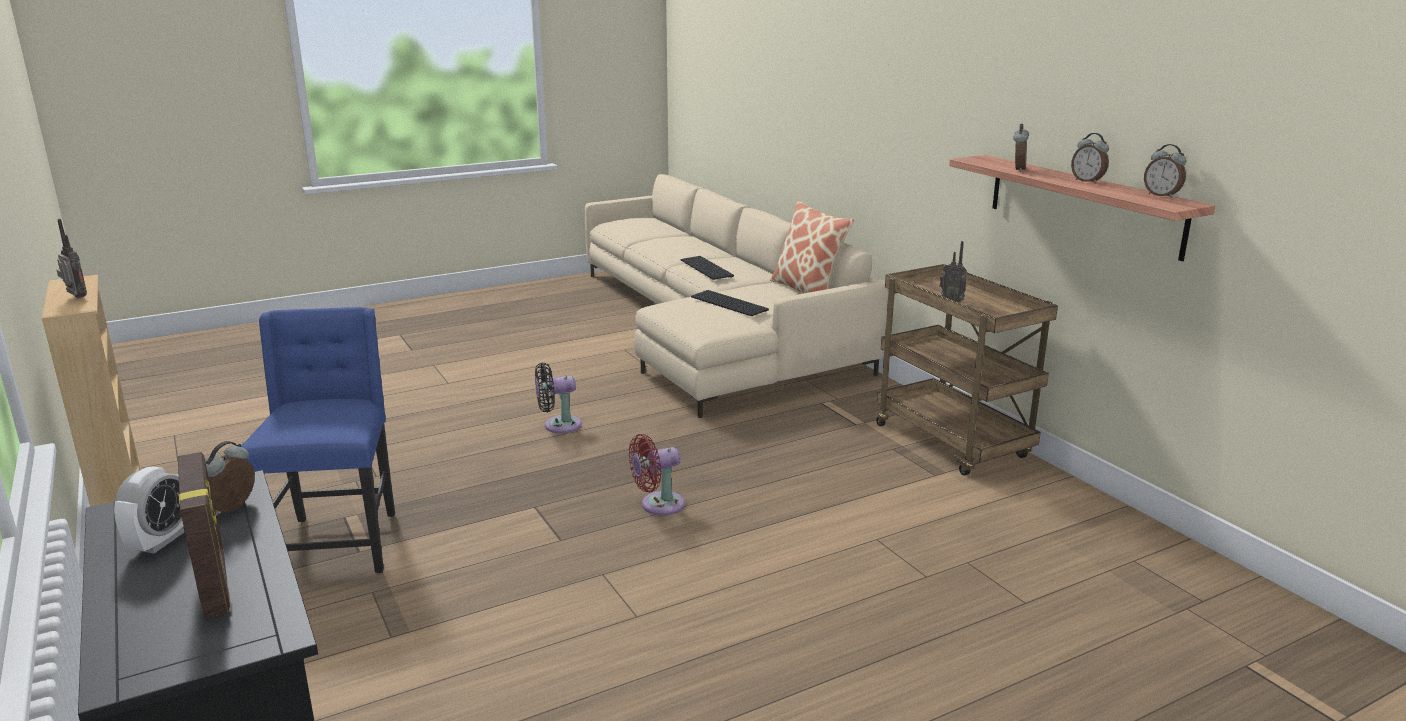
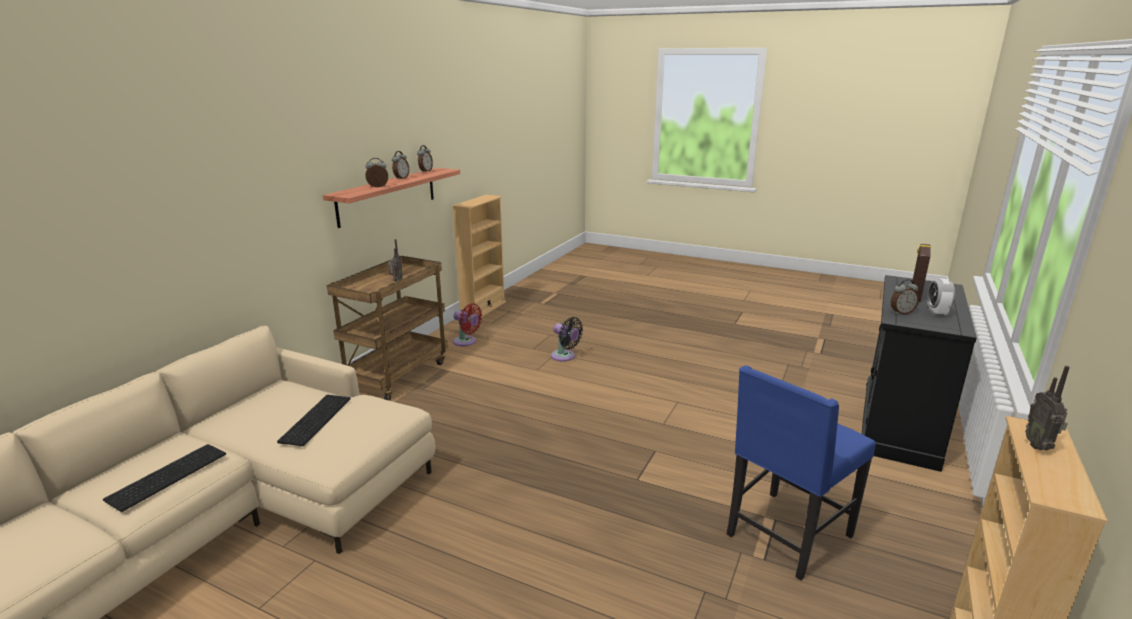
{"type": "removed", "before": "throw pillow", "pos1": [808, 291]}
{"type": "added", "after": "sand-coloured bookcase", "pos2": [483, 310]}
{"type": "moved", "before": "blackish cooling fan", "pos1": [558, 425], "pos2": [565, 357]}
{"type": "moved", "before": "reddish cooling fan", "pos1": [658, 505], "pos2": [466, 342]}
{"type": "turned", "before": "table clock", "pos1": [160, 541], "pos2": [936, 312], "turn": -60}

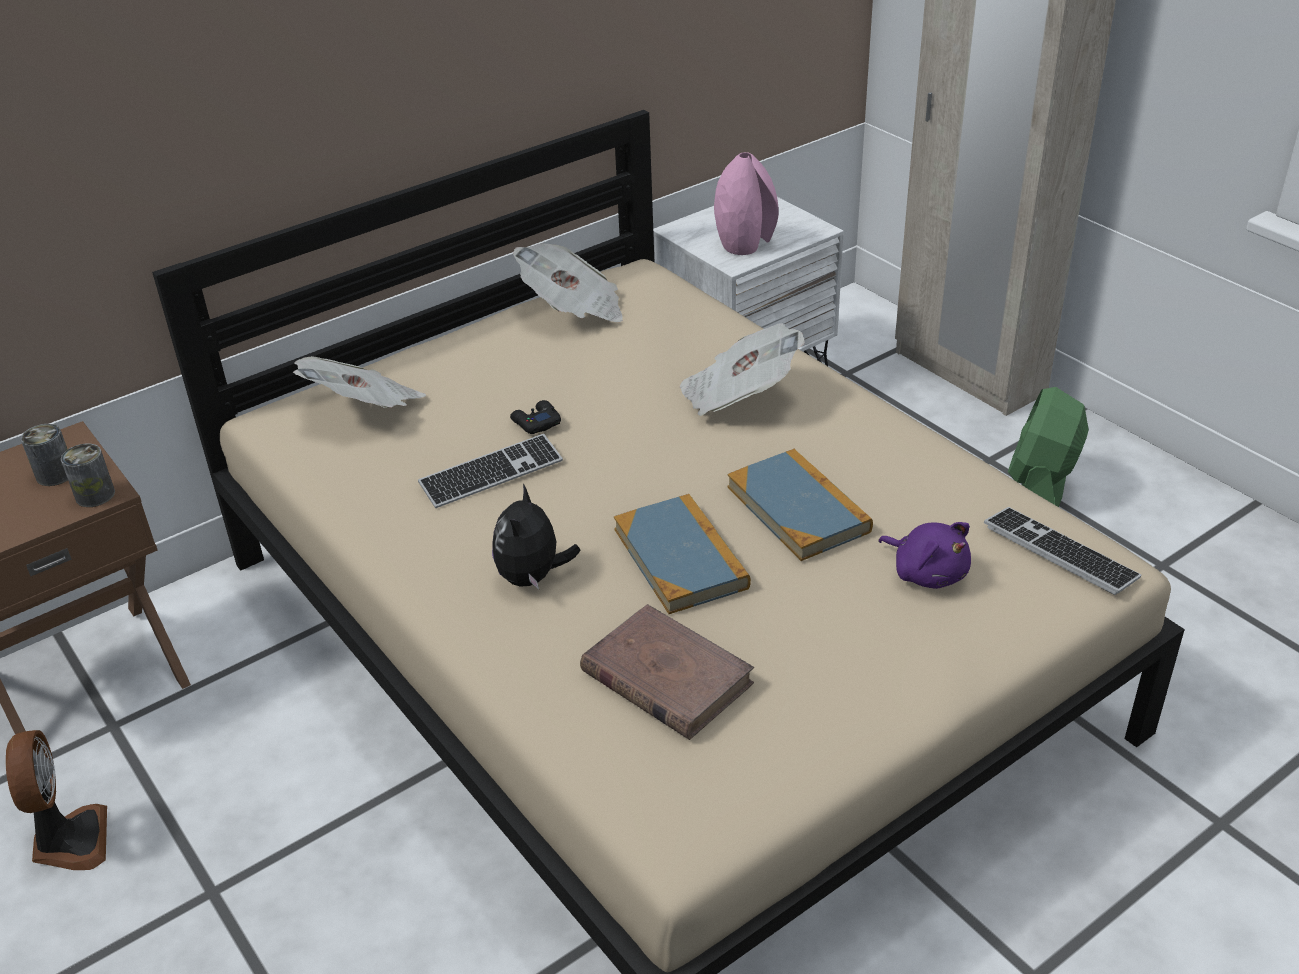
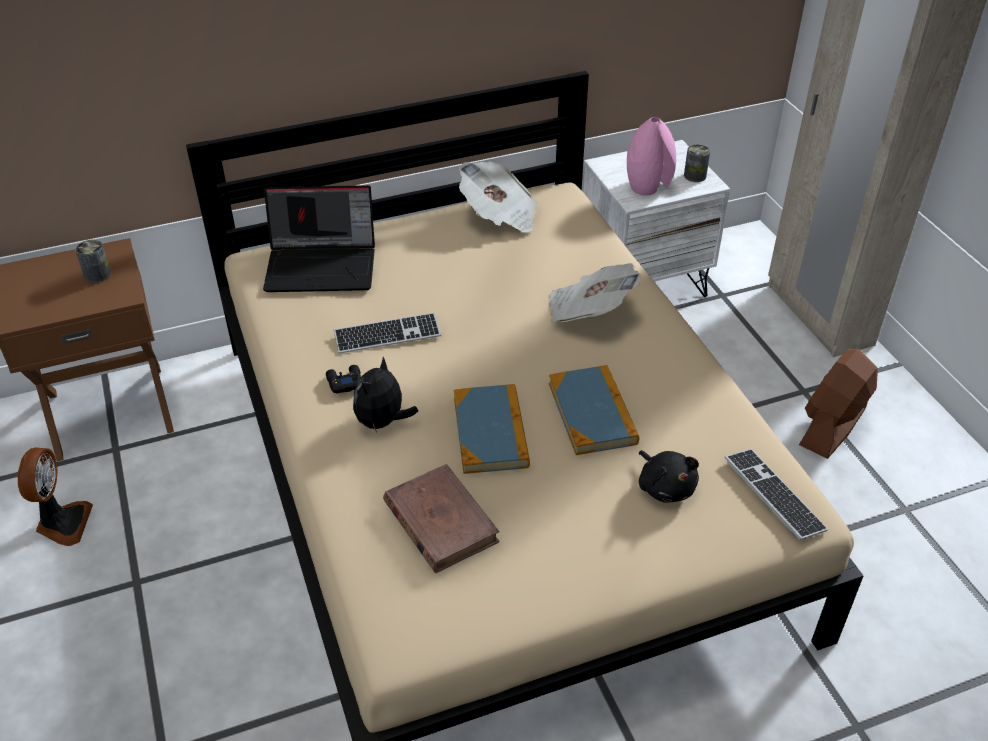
{"type": "moved", "before": "sealed can", "pos1": [95, 495], "pos2": [695, 176]}
{"type": "moved", "before": "blackish joypad", "pos1": [536, 422], "pos2": [344, 382]}
{"type": "replaced", "before": "printed paper", "after": "laptop", "pos1": [365, 409], "pos2": [323, 265]}
{"type": "recoloured", "before": "purple-coloured cuddly toy", "after": "blackish cuddly toy", "pos1": [927, 572], "pos2": [665, 486]}
{"type": "recoloured", "before": "green-coloured cooling fan", "after": "brown-coloured cooling fan", "pos1": [1039, 492], "pos2": [832, 427]}

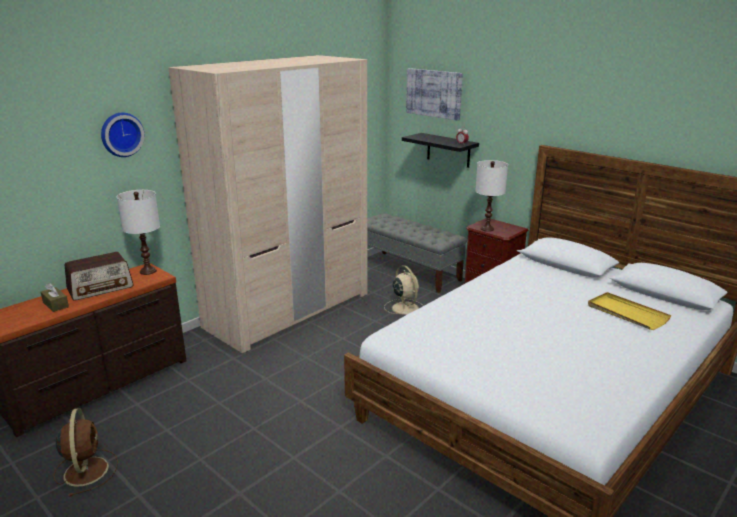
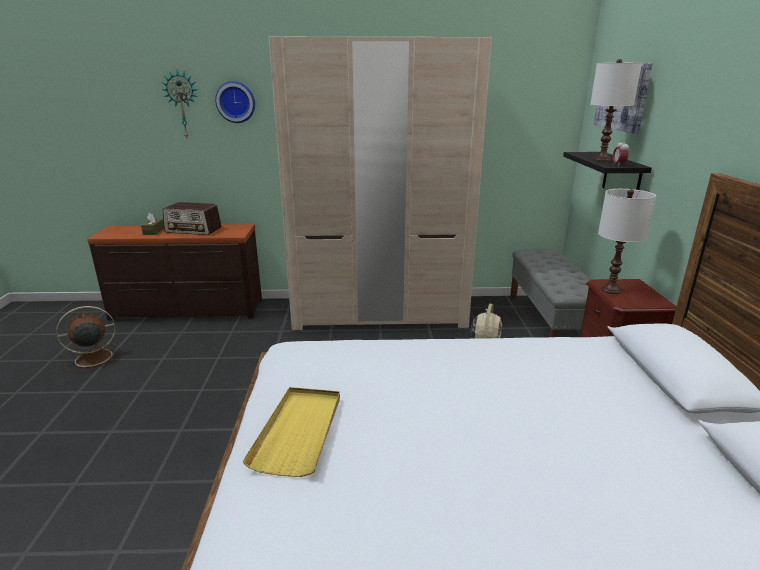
{"type": "added", "after": "clock on the wall", "pos2": [183, 104]}
{"type": "moved", "before": "white-coloured lamp for a table", "pos1": [148, 271], "pos2": [602, 159]}
{"type": "moved", "before": "yellow-coloured carrying tray", "pos1": [626, 313], "pos2": [299, 431]}
{"type": "turned", "before": "brown-coloured cooling fan", "pos1": [86, 470], "pos2": [92, 358], "turn": -150}

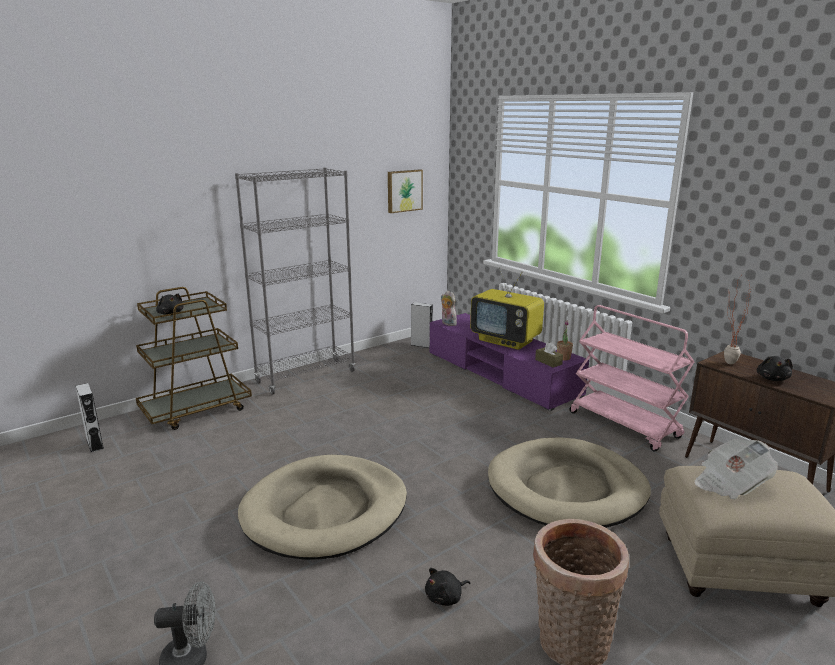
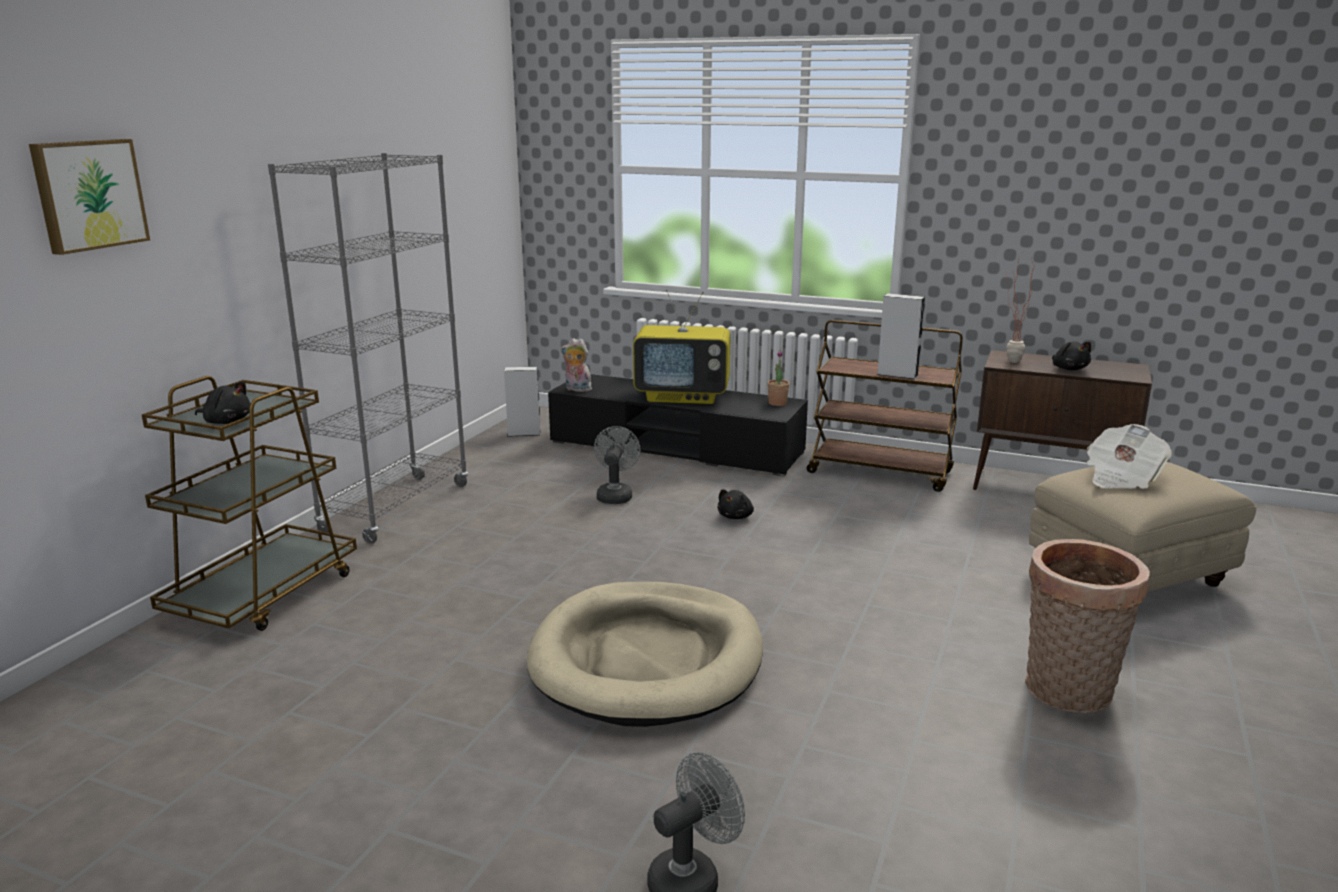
{"type": "removed", "before": "sand-coloured pet bed", "pos1": [566, 489]}
{"type": "removed", "before": "brown-coloured tissue box", "pos1": [548, 362]}
{"type": "added", "after": "grey cooling fan", "pos2": [615, 495]}
{"type": "moved", "before": "grey audio speaker", "pos1": [95, 444], "pos2": [897, 375]}
{"type": "moved", "before": "wall art", "pos1": [404, 190], "pos2": [88, 194]}
{"type": "moved", "before": "blackish cuddly toy", "pos1": [445, 597], "pos2": [736, 516]}
{"type": "recoloured", "before": "purple-coloured tv unit", "after": "blackish tv unit", "pos1": [501, 374], "pos2": [676, 447]}
{"type": "recoloured", "before": "pinkish wheeled cart", "after": "brown-coloured wheeled cart", "pos1": [625, 425], "pos2": [881, 472]}

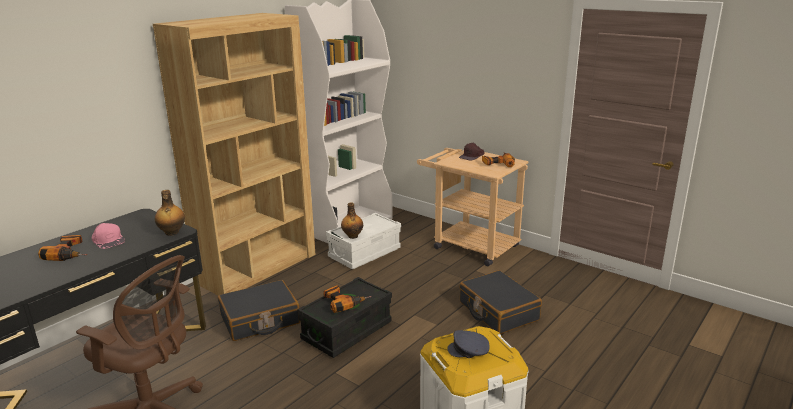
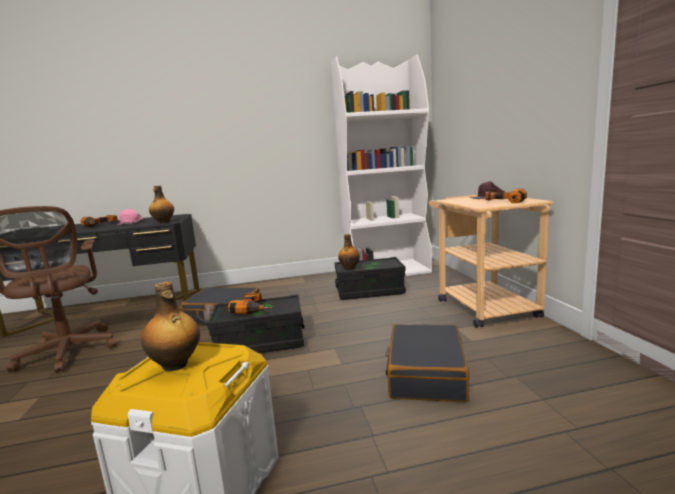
{"type": "removed", "before": "brown-coloured bookcase", "pos1": [258, 268]}
{"type": "replaced", "before": "grey cap", "after": "beverage bottle", "pos1": [469, 350], "pos2": [175, 365]}
{"type": "recoloured", "before": "white-coloured storage container", "after": "blackish storage container", "pos1": [364, 253], "pos2": [370, 291]}

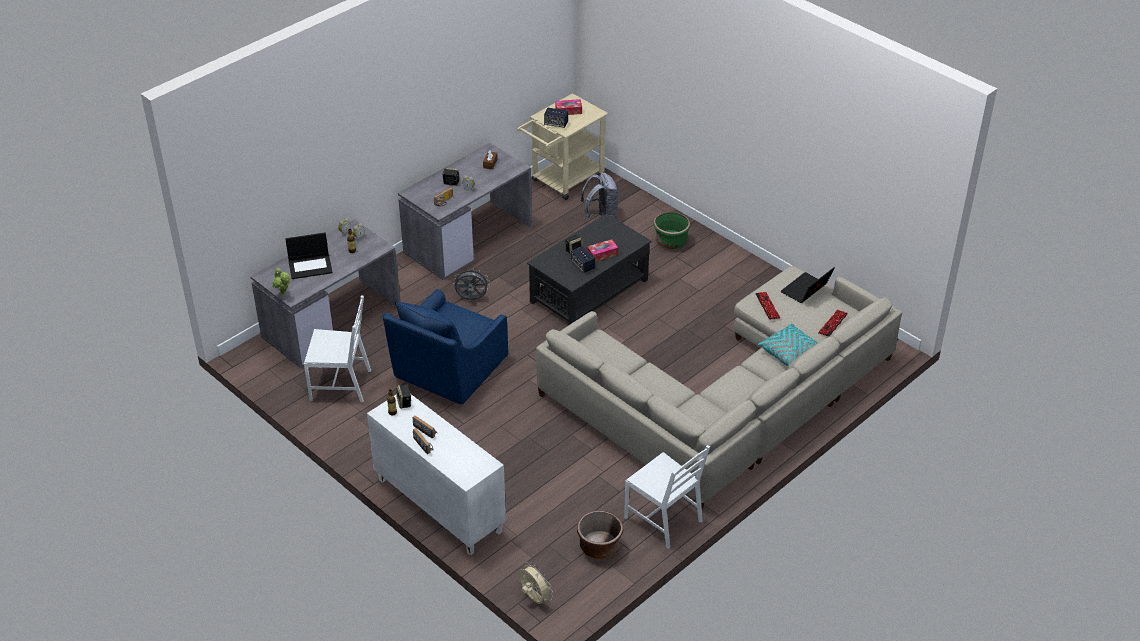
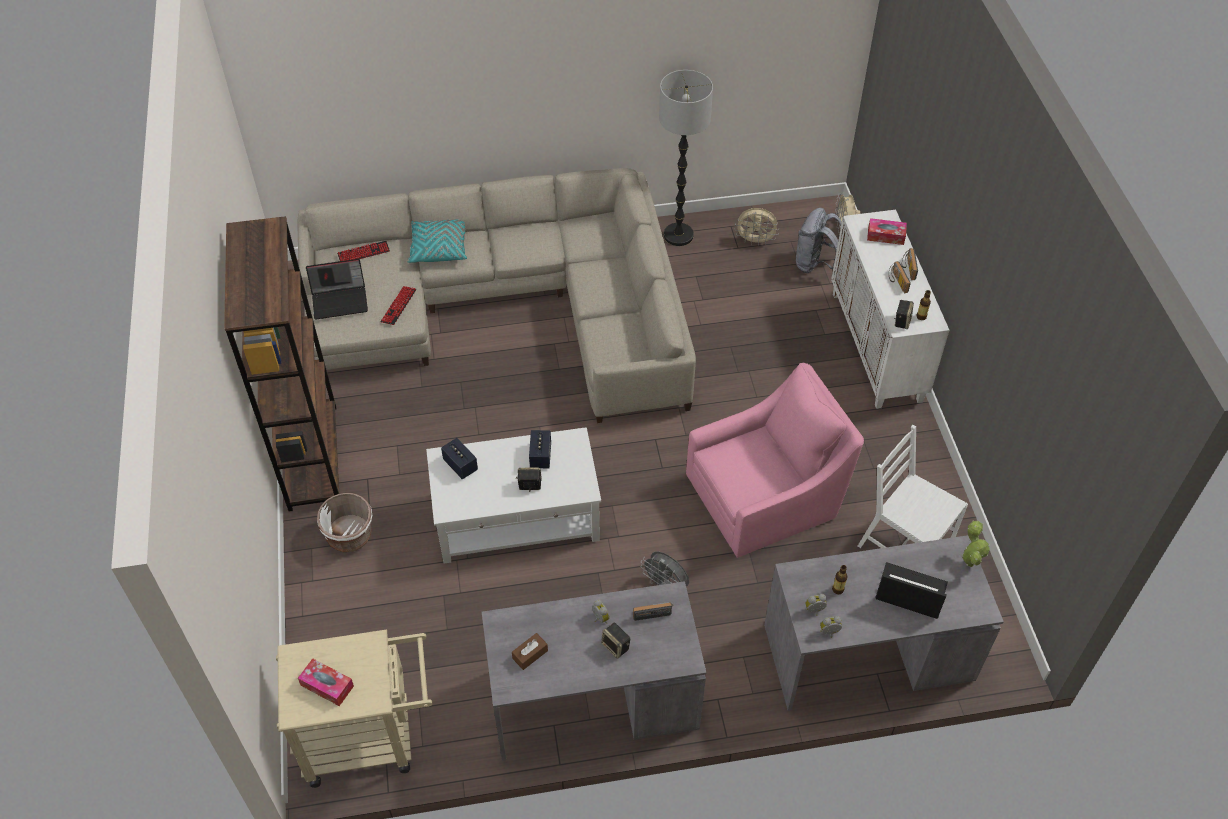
{"type": "added", "after": "brown-coloured bookcase", "pos2": [313, 457]}
{"type": "moved", "before": "audio speaker", "pos1": [556, 124], "pos2": [460, 465]}
{"type": "moved", "before": "grey knapsack", "pos1": [601, 217], "pos2": [815, 264]}
{"type": "moved", "before": "tissue box", "pos1": [602, 254], "pos2": [885, 236]}
{"type": "replaced", "before": "brown-coloured plant pot", "after": "sand-coloured cooling fan", "pos1": [599, 547], "pos2": [755, 241]}
{"type": "replaced", "before": "white-coloured chair", "after": "floor lamp", "pos1": [664, 519], "pos2": [678, 235]}
{"type": "recoloured", "before": "bluish easy chair", "after": "pinkish easy chair", "pos1": [448, 370], "pos2": [766, 496]}
{"type": "recoloured", "before": "blackish lounge table", "after": "white-coloured lounge table", "pos1": [588, 291], "pos2": [517, 516]}
{"type": "recoloured", "before": "green-coloured plant pot", "after": "white-coloured plant pot", "pos1": [670, 241], "pos2": [349, 535]}

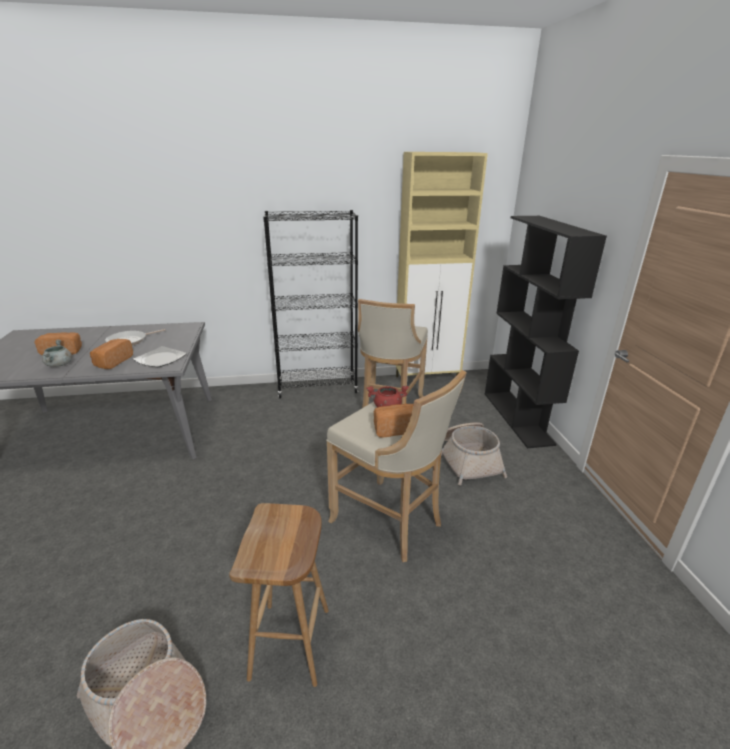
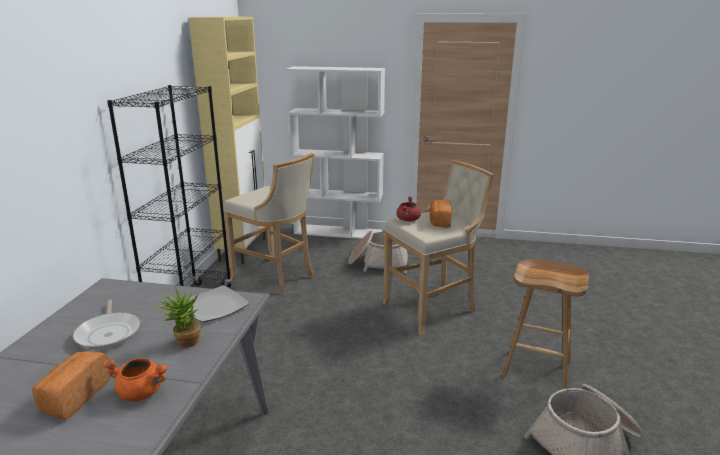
{"type": "replaced", "before": "bread", "after": "plant in a pot", "pos1": [112, 362], "pos2": [184, 342]}
{"type": "recoloured", "before": "grey stockpot", "after": "orange-coloured stockpot", "pos1": [59, 365], "pos2": [141, 392]}
{"type": "recoloured", "before": "blackish bookcase", "after": "white-coloured bookcase", "pos1": [517, 417], "pos2": [339, 232]}

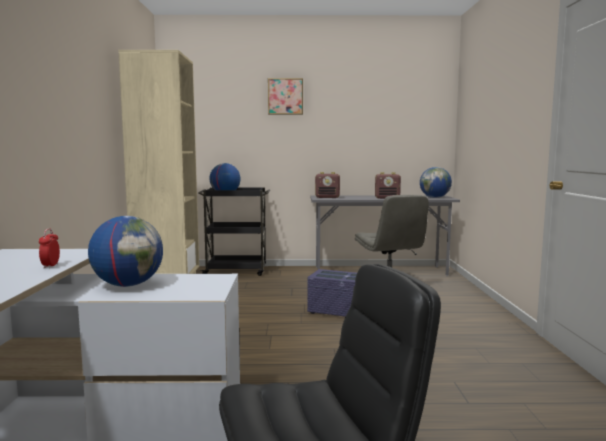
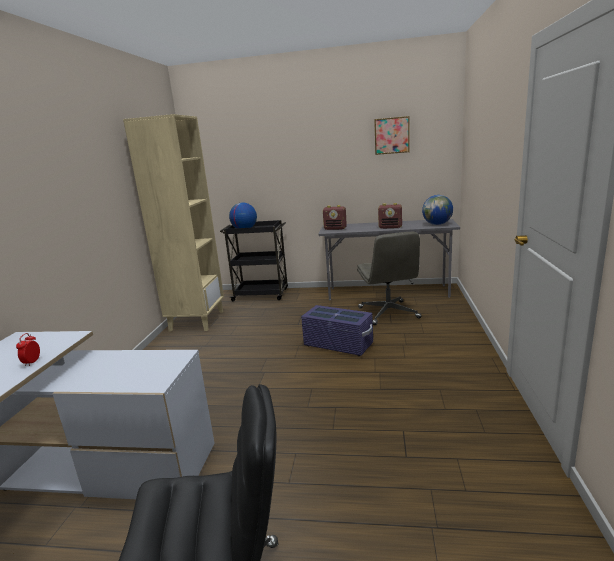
{"type": "removed", "before": "world globe", "pos1": [128, 285]}
{"type": "moved", "before": "wall art", "pos1": [285, 96], "pos2": [391, 135]}

